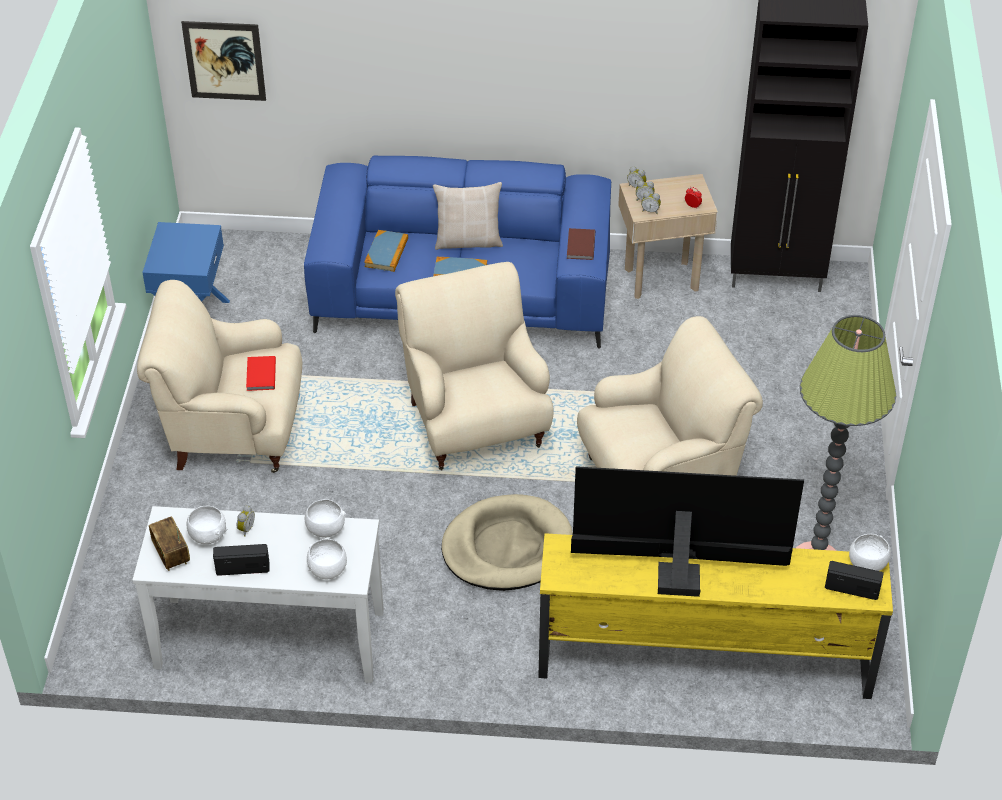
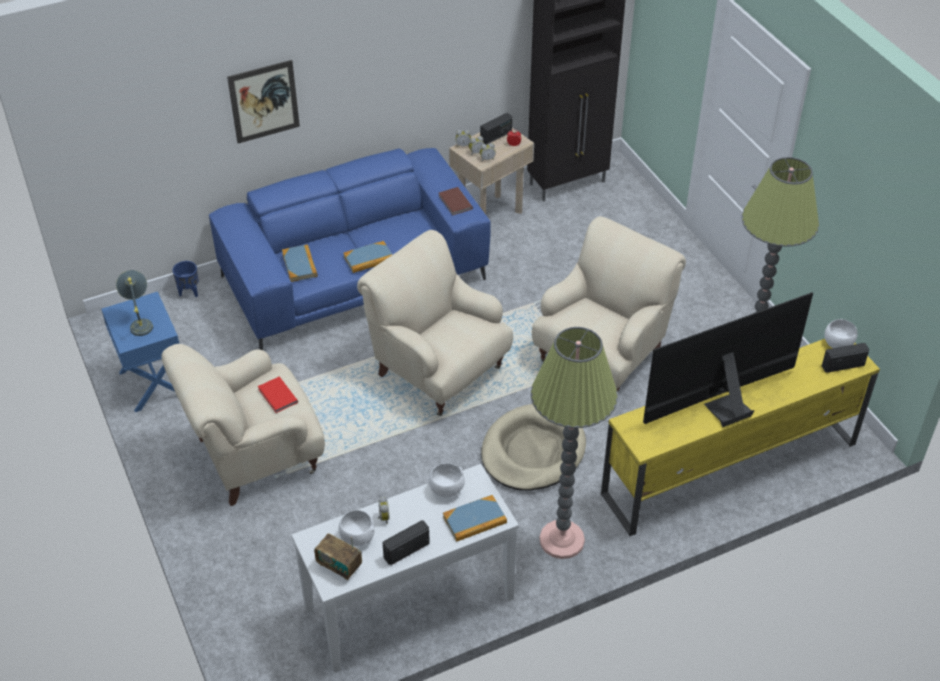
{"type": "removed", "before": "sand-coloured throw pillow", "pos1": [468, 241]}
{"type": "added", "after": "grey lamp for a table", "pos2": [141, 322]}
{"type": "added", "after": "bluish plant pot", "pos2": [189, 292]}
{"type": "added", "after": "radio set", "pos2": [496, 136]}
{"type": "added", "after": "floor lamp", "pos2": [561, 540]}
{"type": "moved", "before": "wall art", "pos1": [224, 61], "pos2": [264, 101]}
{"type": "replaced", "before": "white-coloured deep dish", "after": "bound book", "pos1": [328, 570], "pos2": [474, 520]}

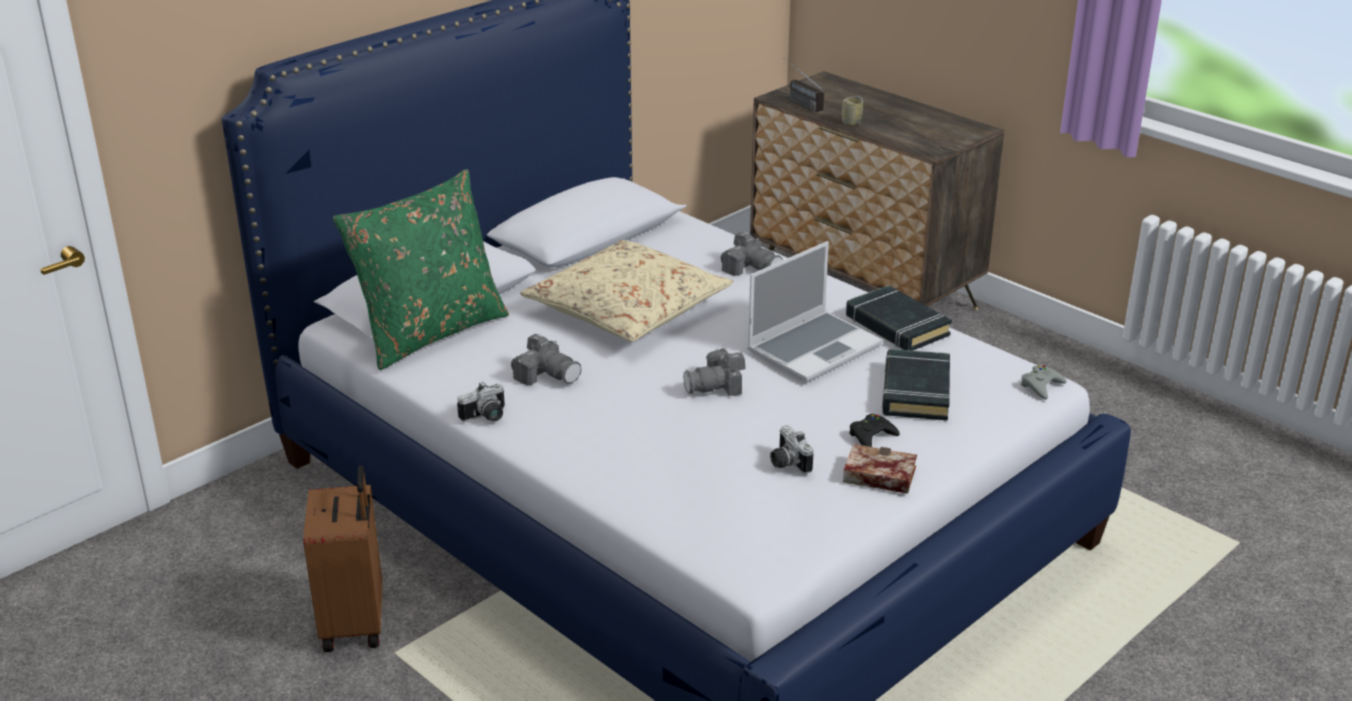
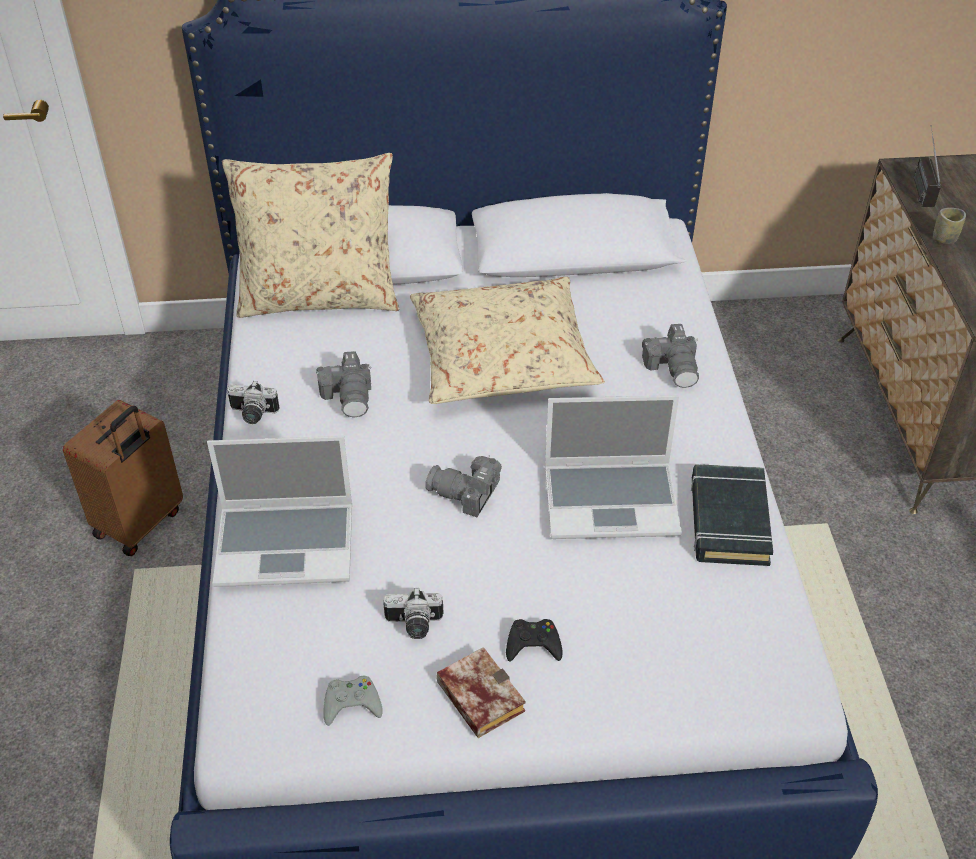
{"type": "removed", "before": "blackish bound book", "pos1": [915, 391]}
{"type": "added", "after": "laptop", "pos2": [287, 544]}
{"type": "moved", "before": "grey joypad", "pos1": [1041, 386], "pos2": [352, 704]}
{"type": "recoloured", "before": "green-coloured throw pillow", "after": "sand-coloured throw pillow", "pos1": [430, 332], "pos2": [320, 296]}
{"type": "turned", "before": "photo camera", "pos1": [786, 463], "pos2": [414, 625], "turn": -105}

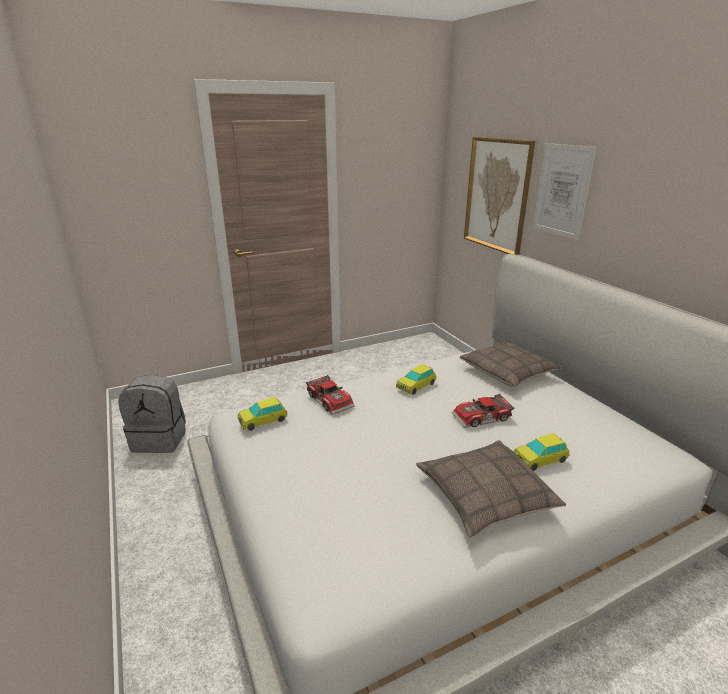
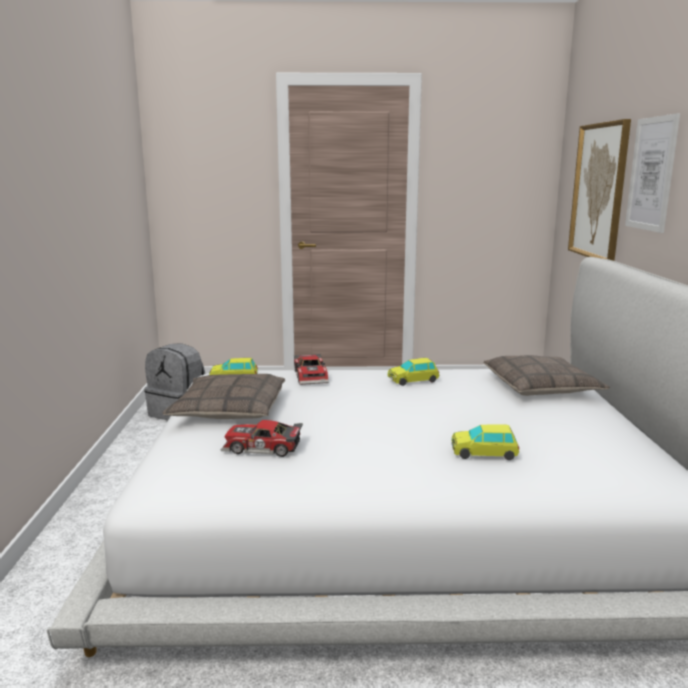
{"type": "moved", "before": "throw pillow", "pos1": [485, 495], "pos2": [228, 409]}
{"type": "moved", "before": "model car", "pos1": [482, 418], "pos2": [262, 448]}

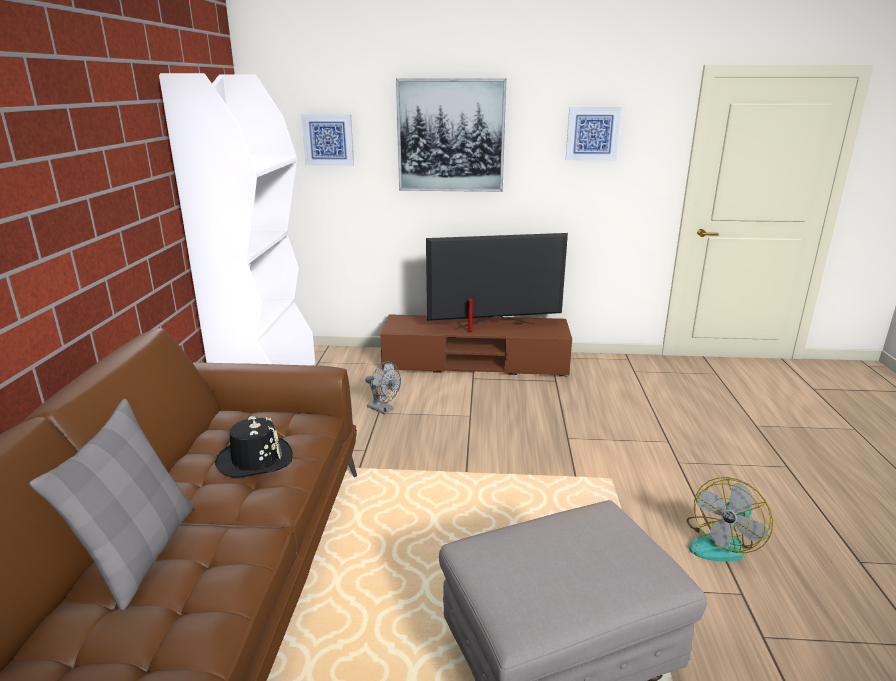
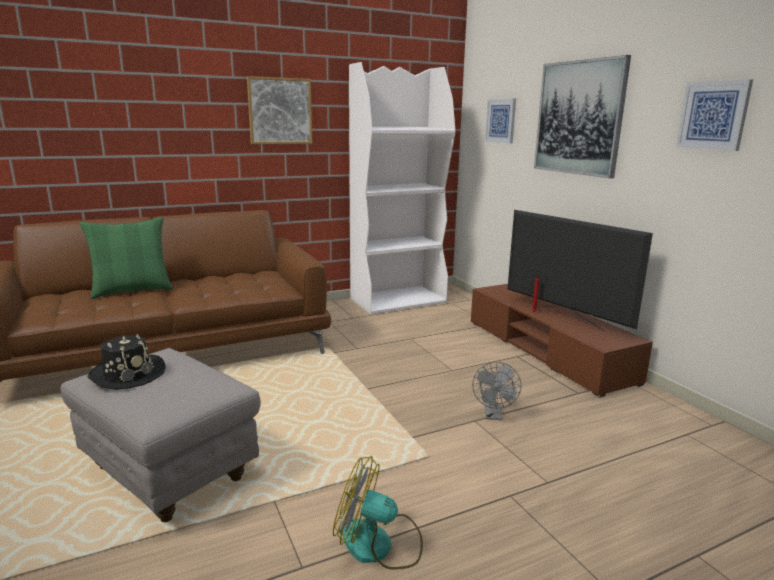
{"type": "added", "after": "wall art", "pos2": [280, 111]}
{"type": "moved", "before": "blackish wearable hat", "pos1": [255, 459], "pos2": [127, 374]}
{"type": "moved", "before": "grey cooling fan", "pos1": [384, 409], "pos2": [494, 415]}
{"type": "recoloured", "before": "grey throw pillow", "after": "green-coloured throw pillow", "pos1": [140, 553], "pos2": [132, 291]}

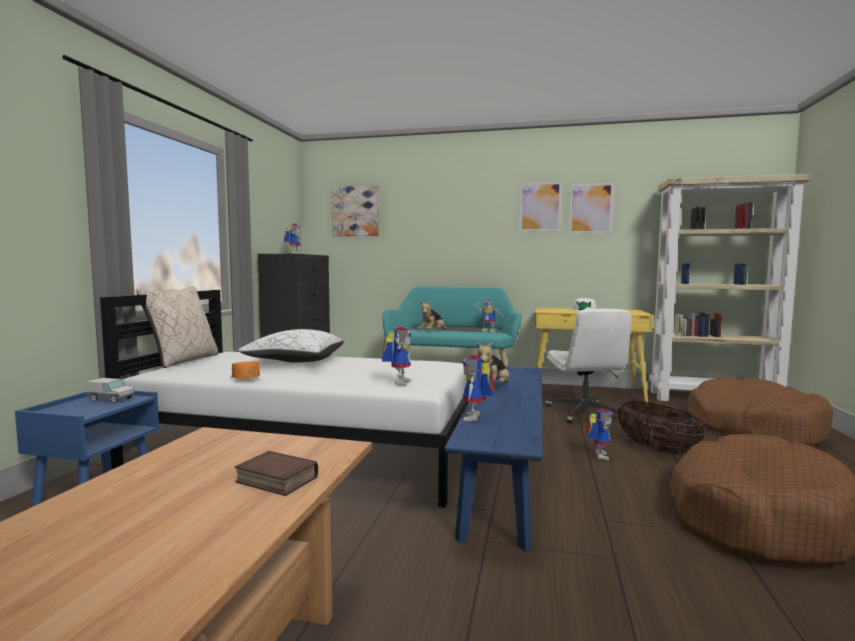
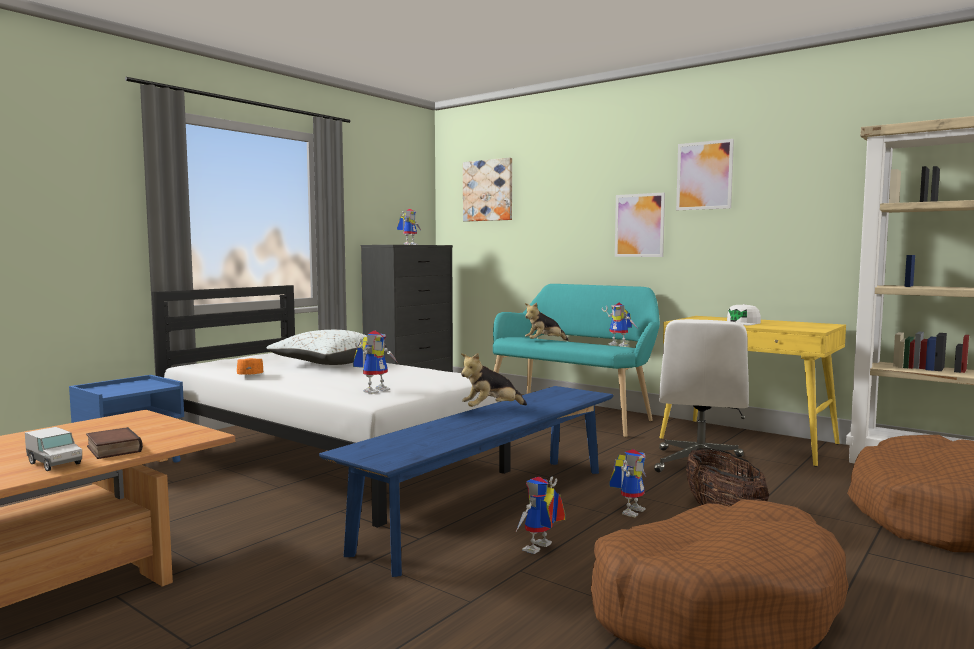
{"type": "removed", "before": "sand-coloured throw pillow", "pos1": [183, 360]}
{"type": "moved", "before": "toy lorry", "pos1": [111, 399], "pos2": [54, 463]}
{"type": "moved", "before": "model robot", "pos1": [476, 418], "pos2": [540, 550]}
{"type": "moved", "before": "wall art", "pos1": [590, 208], "pos2": [639, 225]}

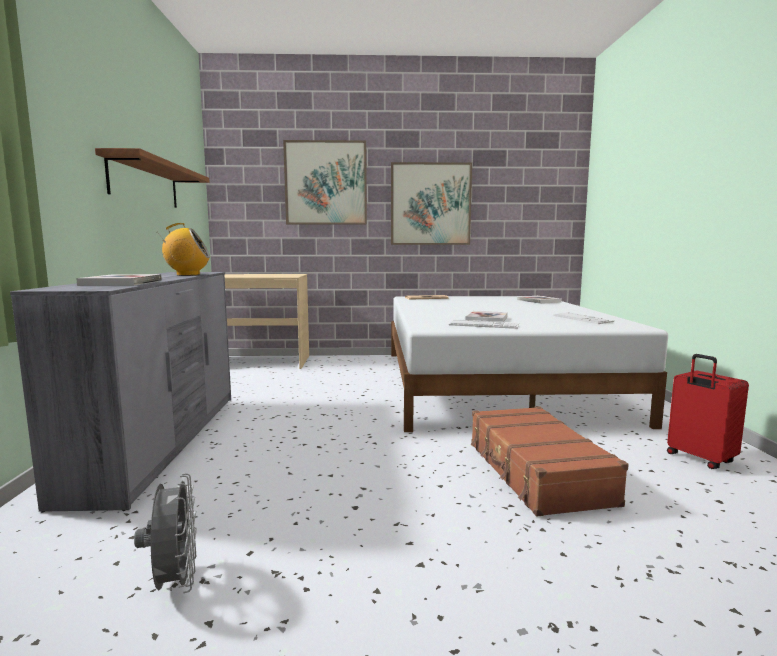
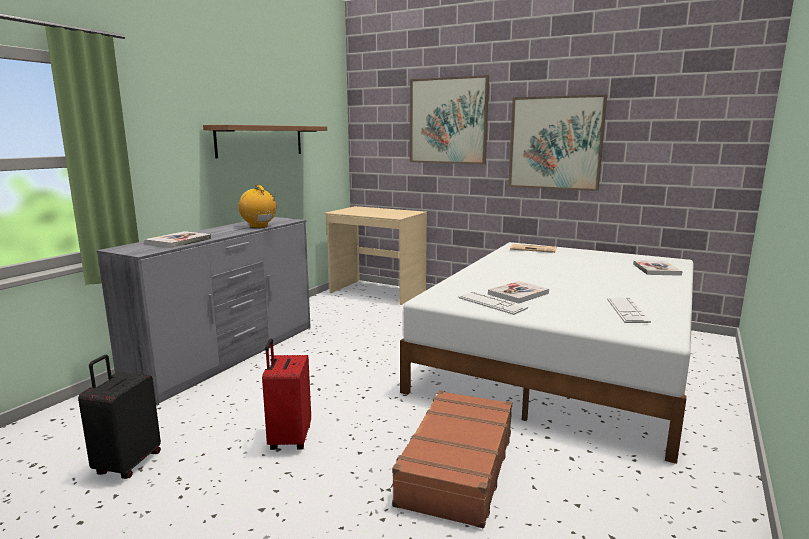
{"type": "moved", "before": "reddish piece of luggage", "pos1": [699, 459], "pos2": [289, 439]}
{"type": "replaced", "before": "grey cooling fan", "after": "blackish piece of luggage", "pos1": [175, 583], "pos2": [127, 464]}
{"type": "turned", "before": "radio set", "pos1": [187, 275], "pos2": [259, 226], "turn": -150}

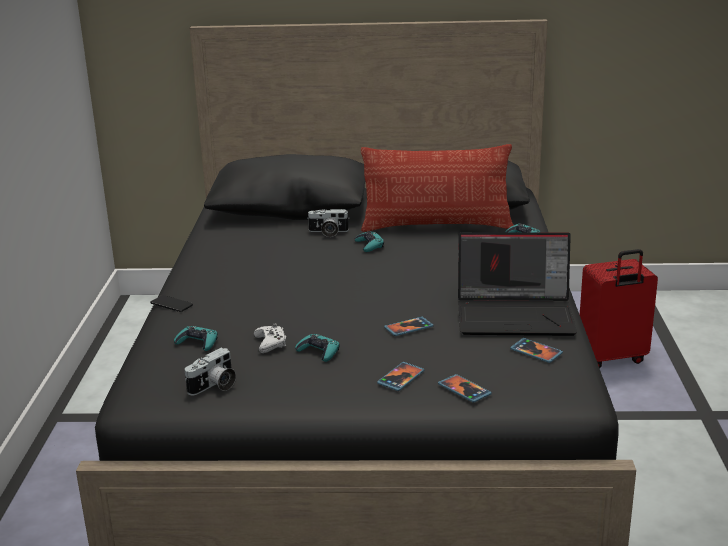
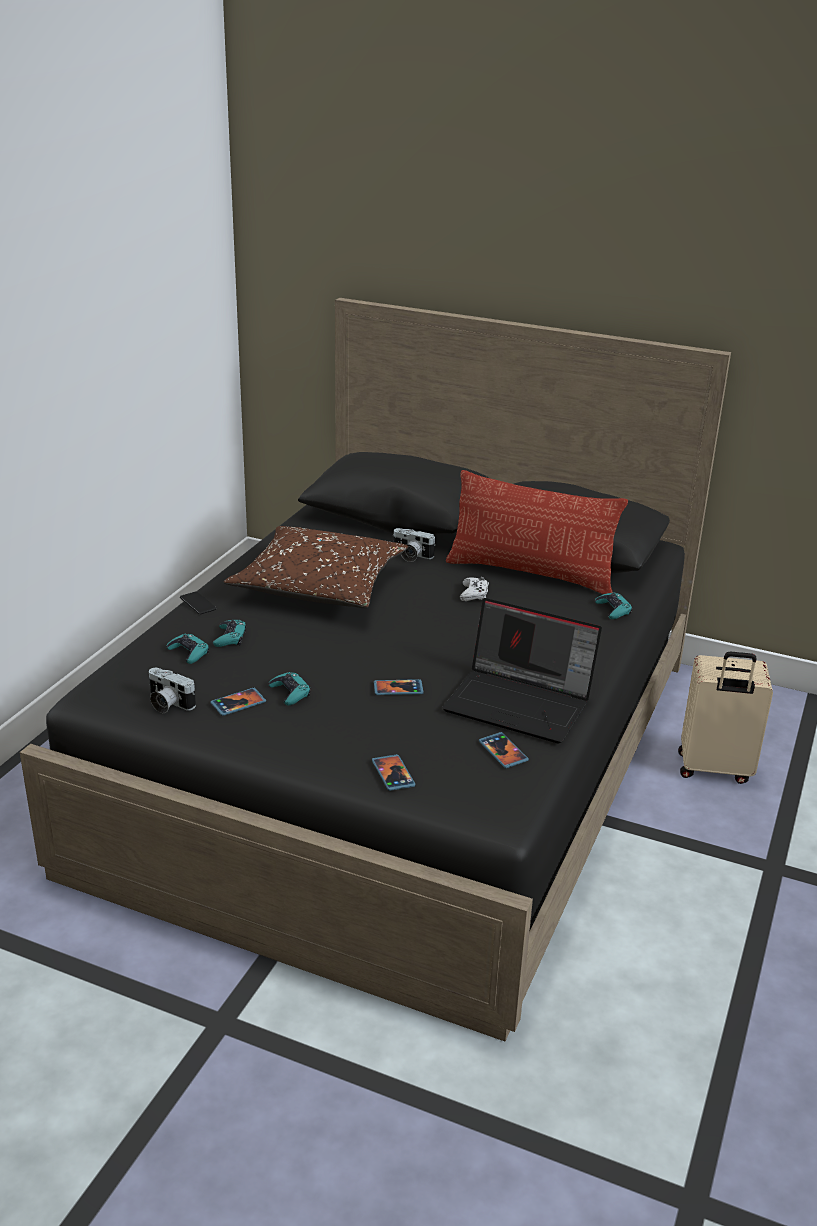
{"type": "added", "after": "brown-coloured throw pillow", "pos2": [319, 586]}
{"type": "moved", "before": "white-coloured joypad", "pos1": [270, 343], "pos2": [474, 594]}
{"type": "moved", "before": "blue-green joypad", "pos1": [369, 245], "pos2": [230, 637]}
{"type": "moved", "before": "phone", "pos1": [401, 378], "pos2": [238, 703]}
{"type": "recoloured", "before": "reddish piece of luggage", "after": "sand-coloured piece of luggage", "pos1": [612, 358], "pos2": [714, 769]}
{"type": "turned", "before": "photo camera", "pos1": [214, 386], "pos2": [167, 704], "turn": 60}

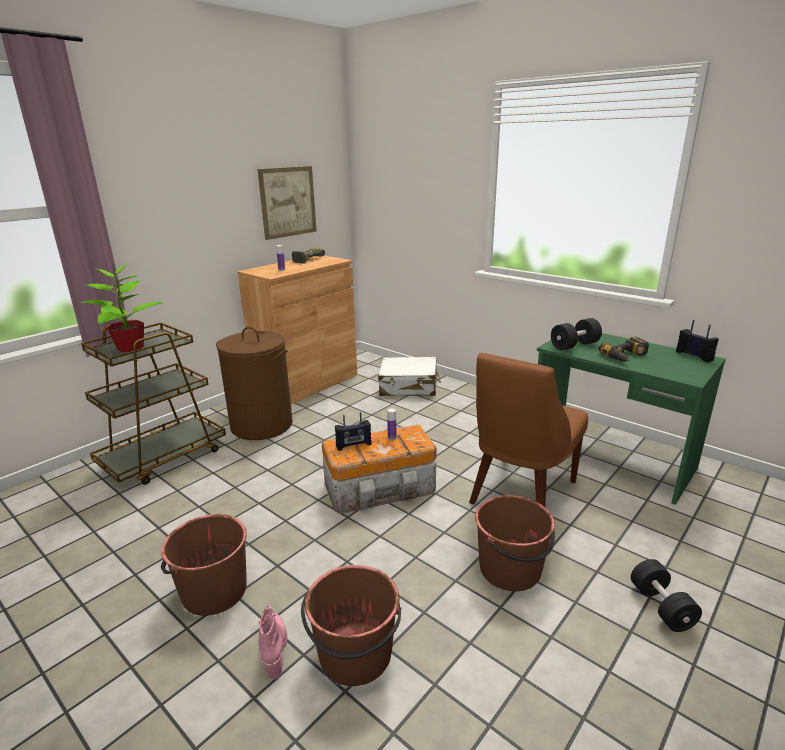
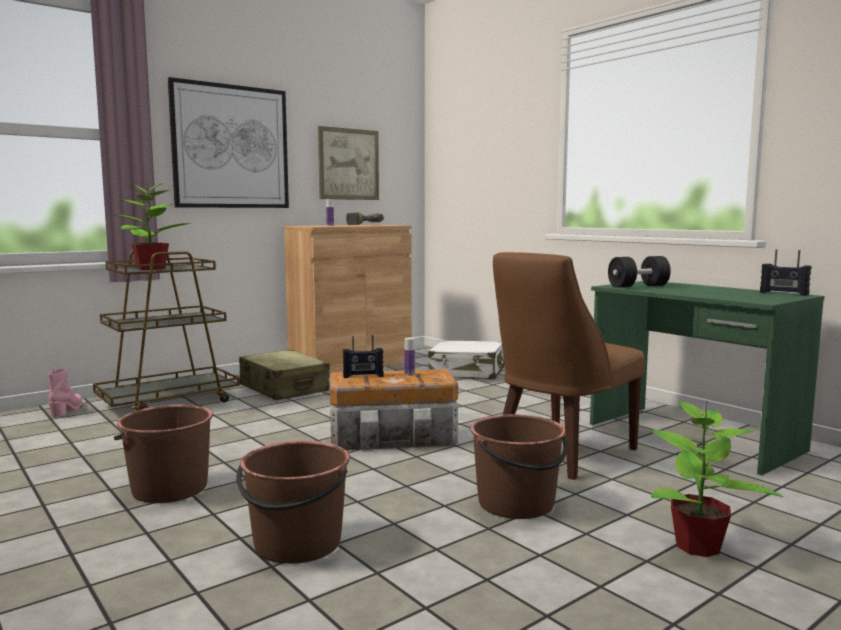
{"type": "removed", "before": "drill", "pos1": [626, 357]}
{"type": "added", "after": "wall art", "pos2": [231, 147]}
{"type": "moved", "before": "pinkish boot", "pos1": [274, 648], "pos2": [67, 410]}
{"type": "replaced", "before": "brown-coloured washing basket", "after": "sand-coloured piece of luggage", "pos1": [261, 425], "pos2": [284, 388]}
{"type": "replaced", "before": "blackish dumbbell", "after": "plant in a pot", "pos1": [661, 607], "pos2": [698, 547]}
{"type": "turned", "before": "radio set", "pos1": [694, 356], "pos2": [783, 293], "turn": 150}

